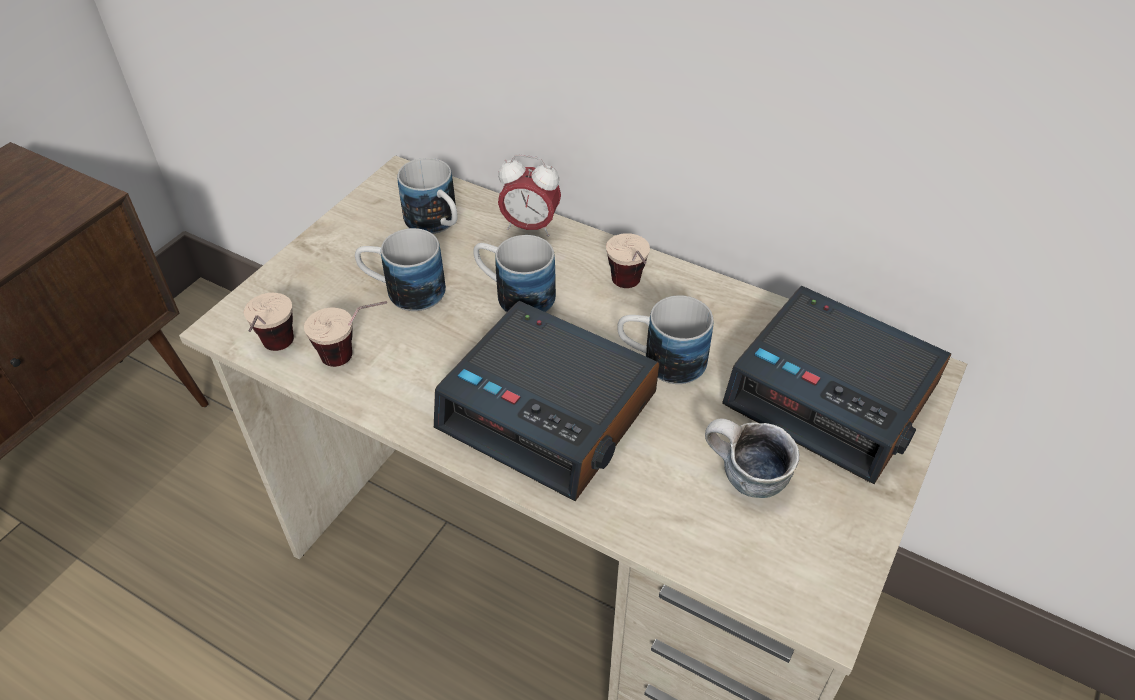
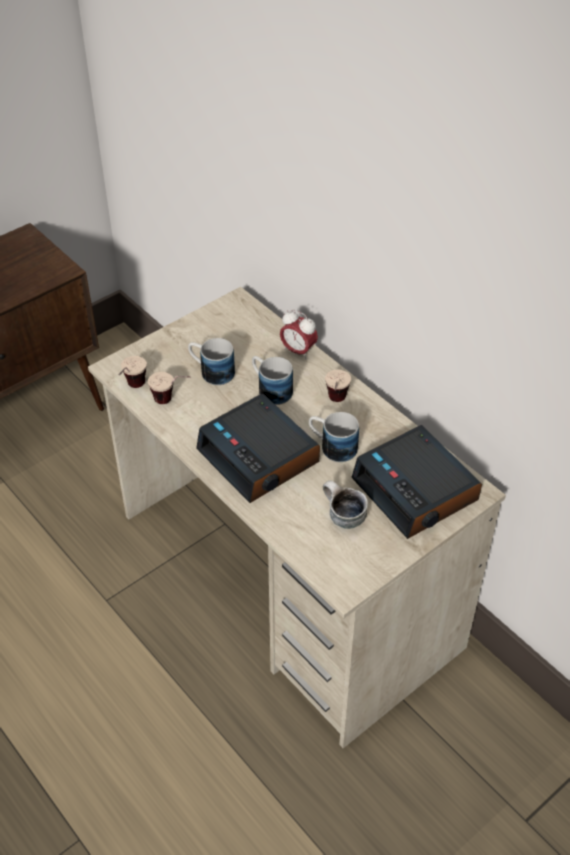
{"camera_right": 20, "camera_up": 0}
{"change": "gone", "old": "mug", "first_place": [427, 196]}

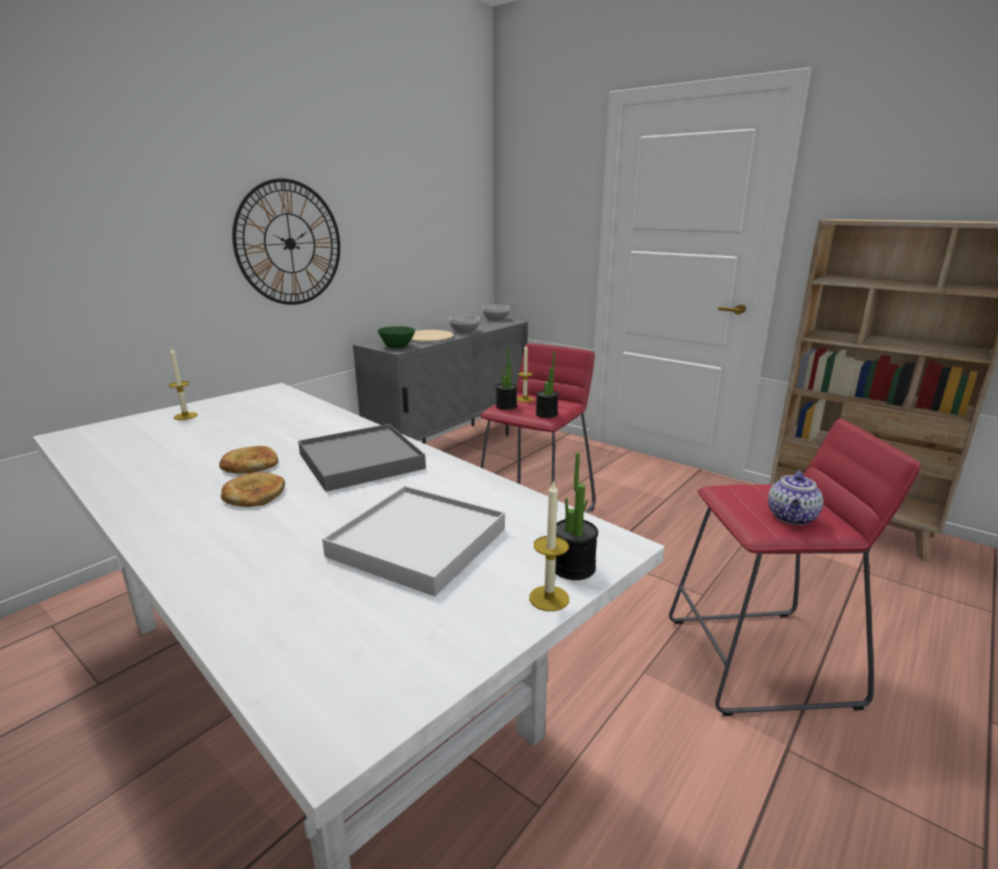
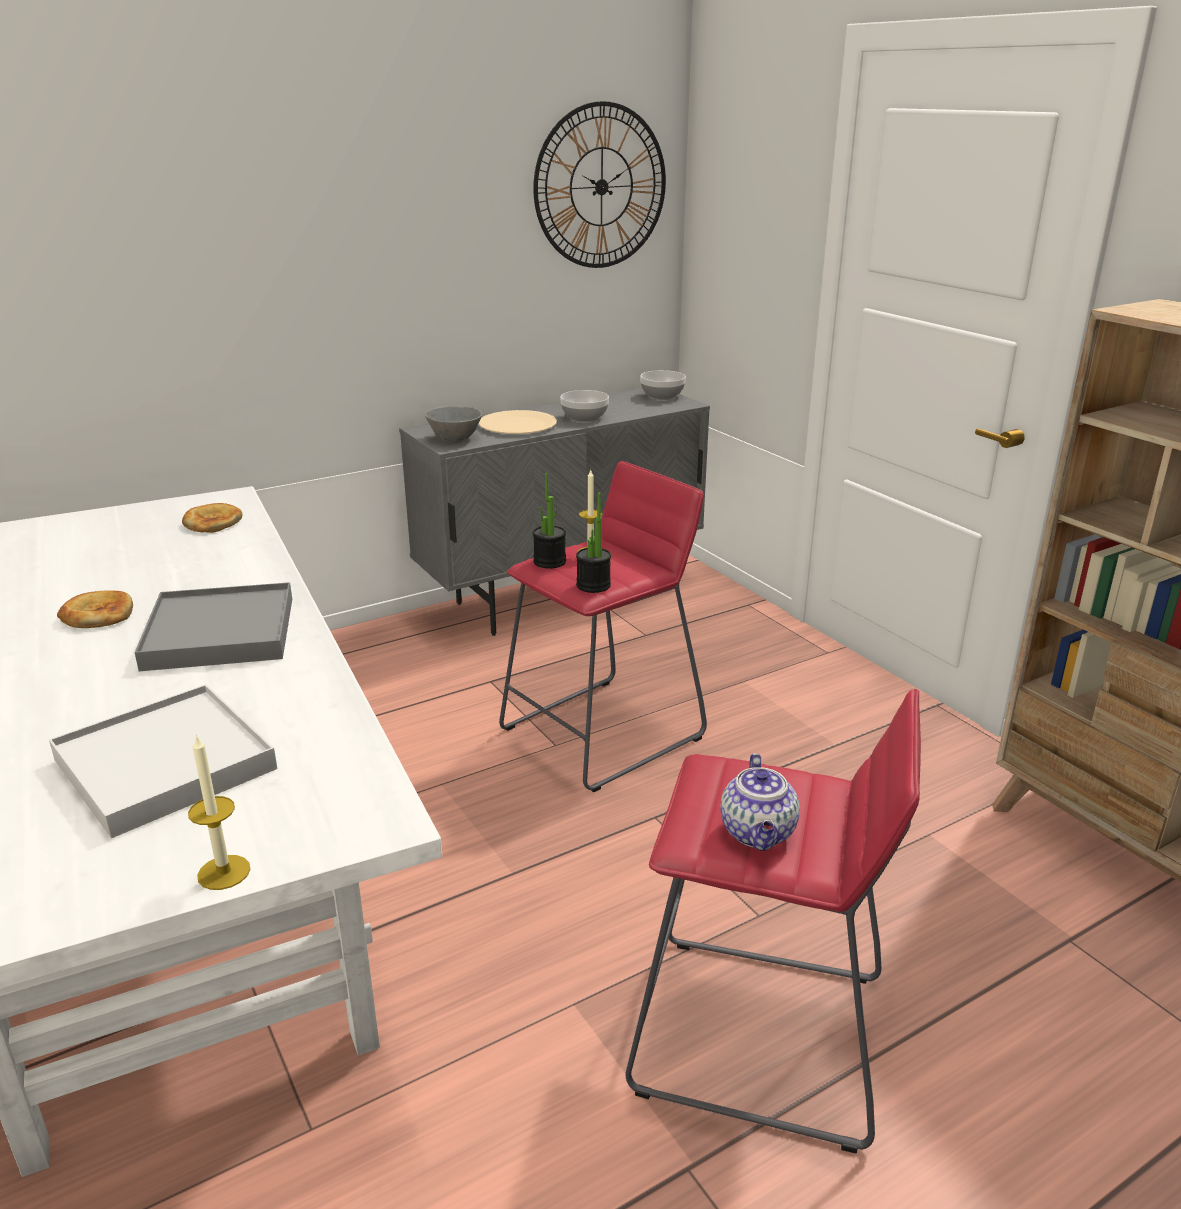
{"camera_right": 20, "camera_up": 5}
{"change": "shifted", "old": "bread", "first_place": [253, 489], "second_place": [212, 518]}
{"change": "repainted", "old": "green bowl", "new": "grey bowl", "first_place": [396, 337], "second_place": [453, 424]}
{"change": "shifted", "old": "wall clock", "first_place": [286, 241], "second_place": [599, 184]}
{"change": "rotated", "old": "teapot", "first_place": [796, 497], "second_place": [760, 802], "degrees": -45}
{"change": "gone", "old": "candle", "first_place": [183, 383]}
{"change": "gone", "old": "potted plant", "first_place": [576, 516]}

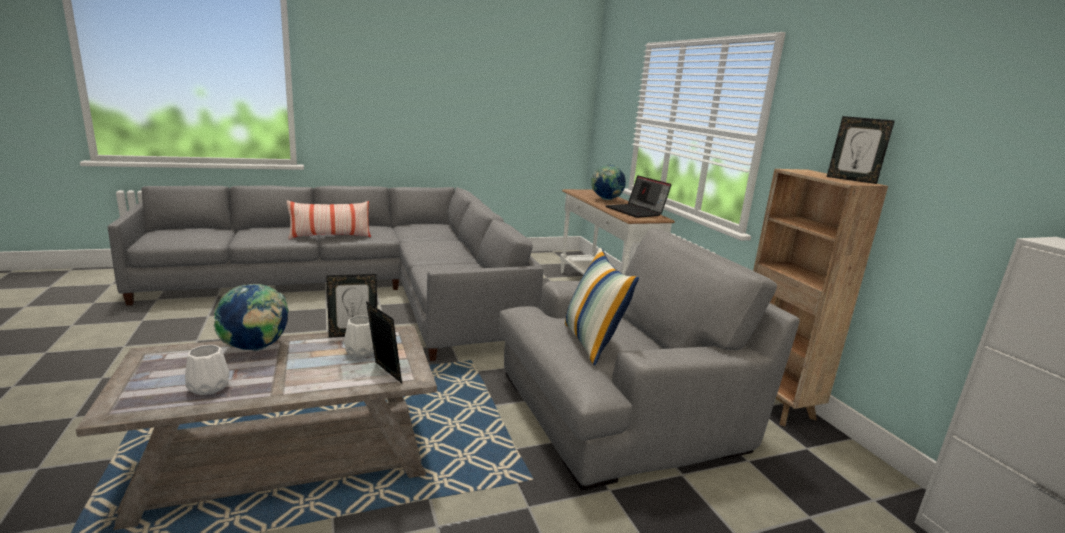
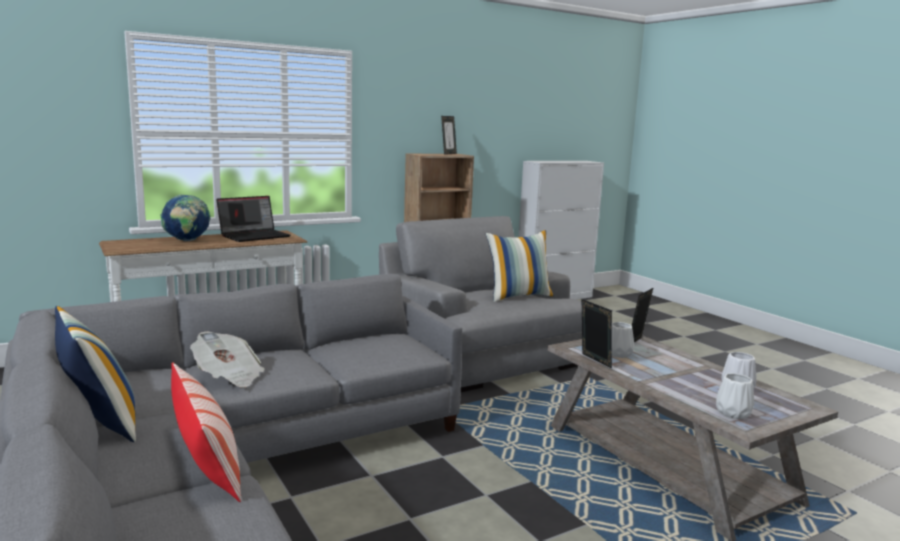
{"camera_right": -100, "camera_up": -5}
{"change": "new", "new": "pillow", "second_place": [95, 374]}
{"change": "new", "new": "newspaper", "second_place": [227, 359]}
{"change": "new", "new": "white vase", "second_place": [735, 396]}
{"change": "gone", "old": "globe", "first_place": [251, 317]}

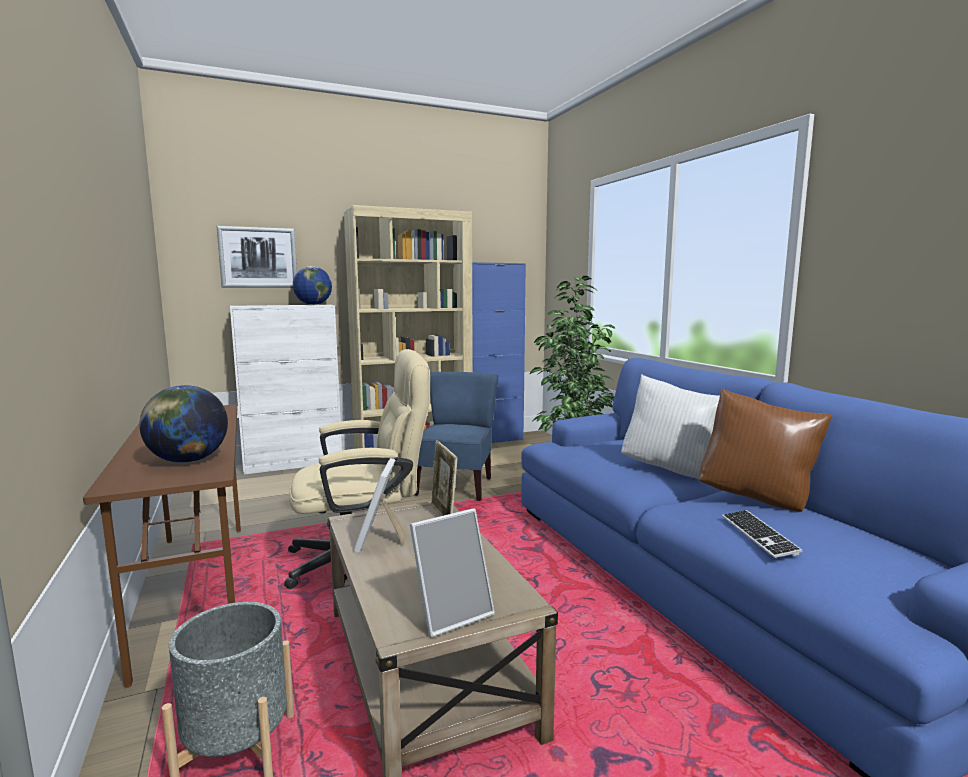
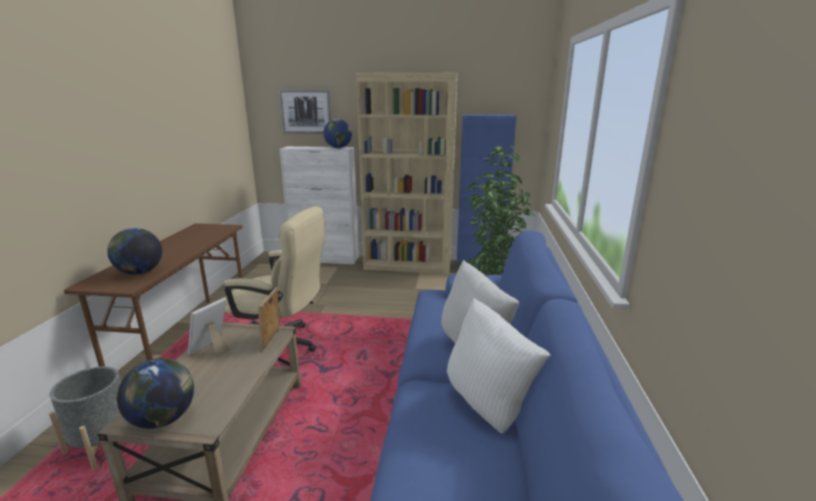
{"camera_right": 30, "camera_up": 10}
{"change": "swapped", "old": "picture frame", "new": "globe", "first_place": [452, 573], "second_place": [155, 393]}
{"change": "repainted", "old": "brown pillow", "new": "white pillow", "first_place": [765, 450], "second_place": [498, 366]}
{"change": "gone", "old": "blue chair", "first_place": [457, 436]}
{"change": "gone", "old": "keyboard", "first_place": [762, 534]}

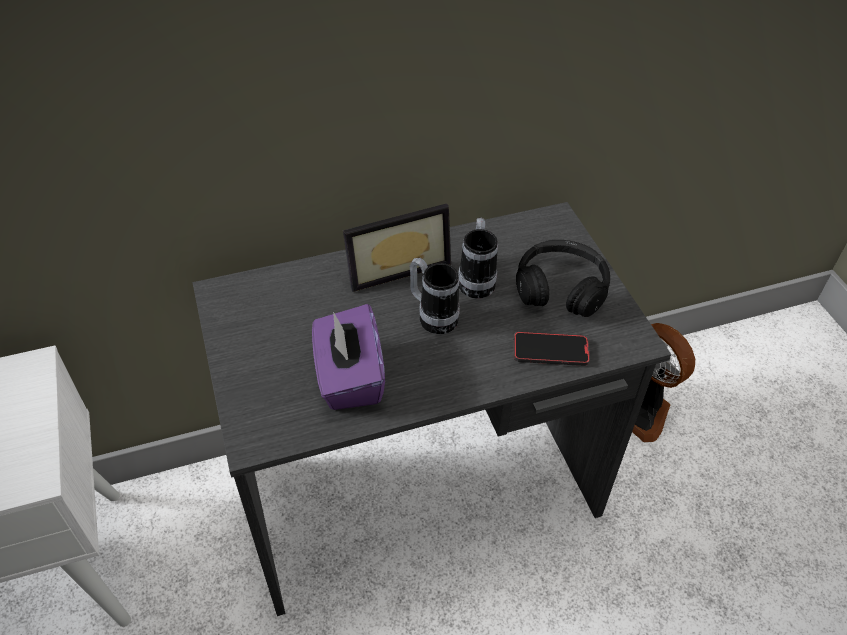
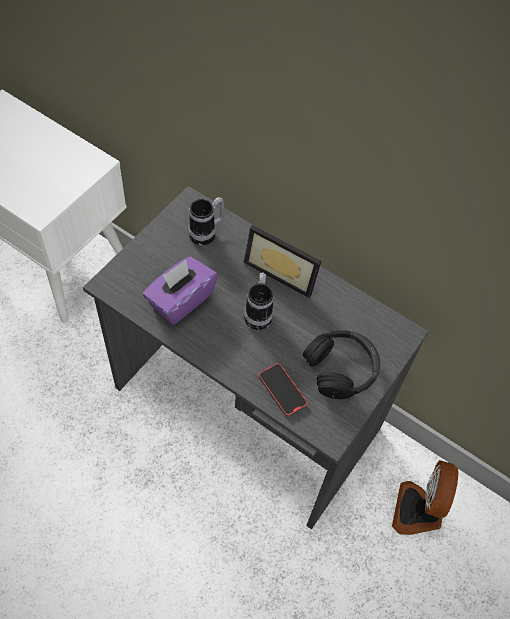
{"camera_right": 50, "camera_up": 10}
{"change": "shifted", "old": "mug", "first_place": [478, 258], "second_place": [207, 221]}

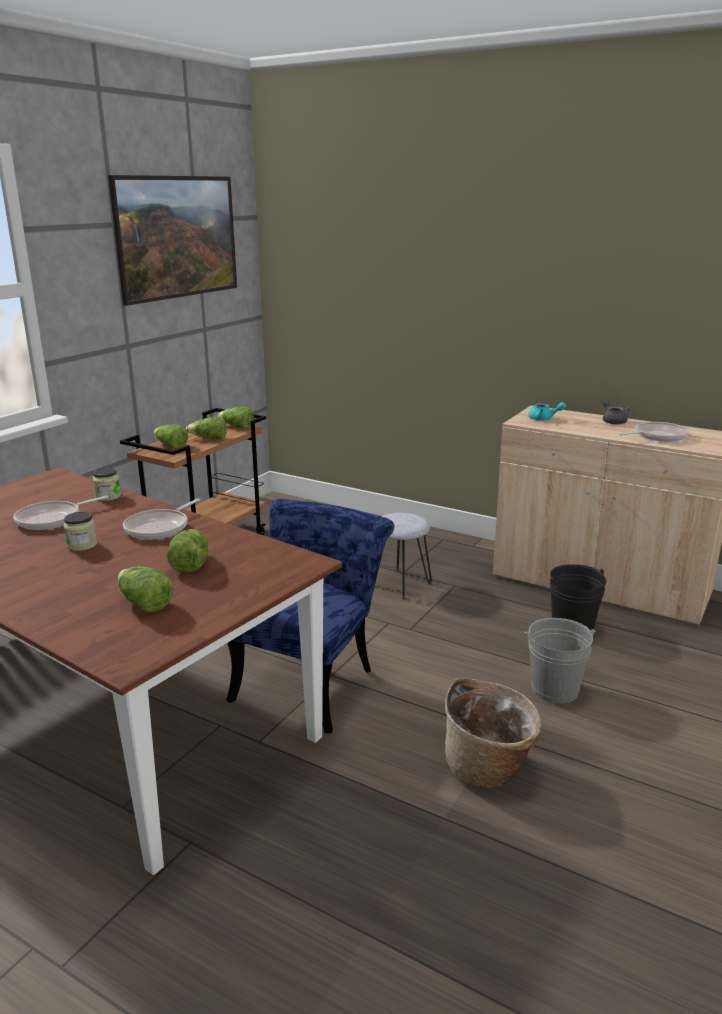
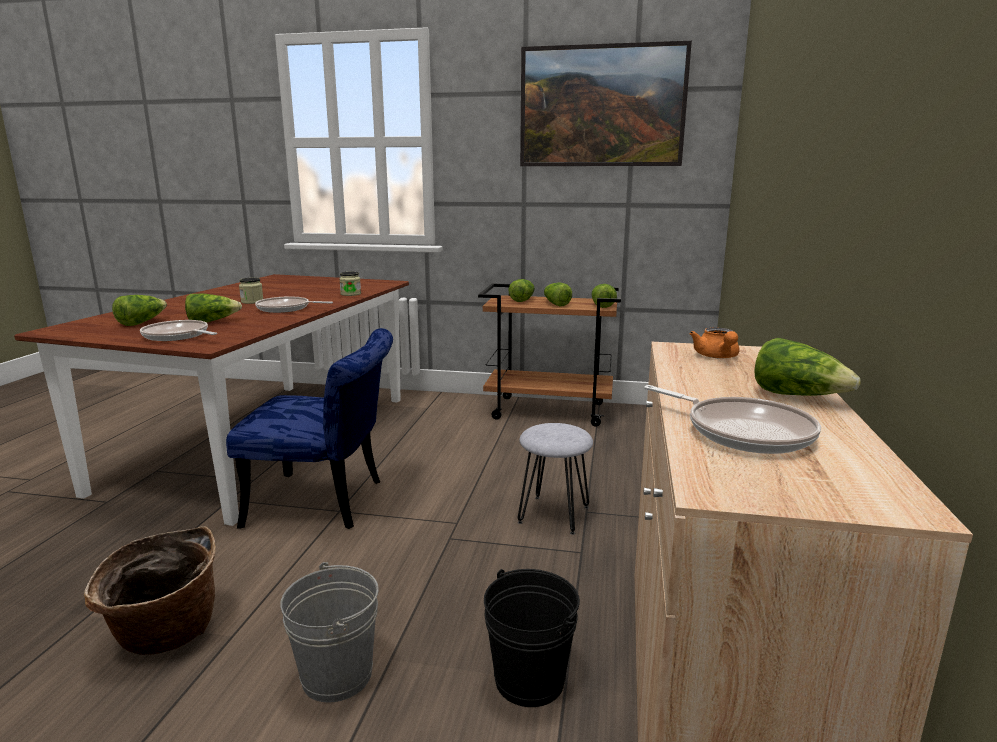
{"camera_right": 70, "camera_up": -5}
{"change": "shifted", "old": "frying pan", "first_place": [61, 513], "second_place": [178, 330]}
{"change": "repainted", "old": "turquoise teapot", "new": "orange teapot", "first_place": [547, 411], "second_place": [715, 343]}
{"change": "swapped", "old": "grey teapot", "new": "lettuce", "first_place": [616, 411], "second_place": [807, 367]}

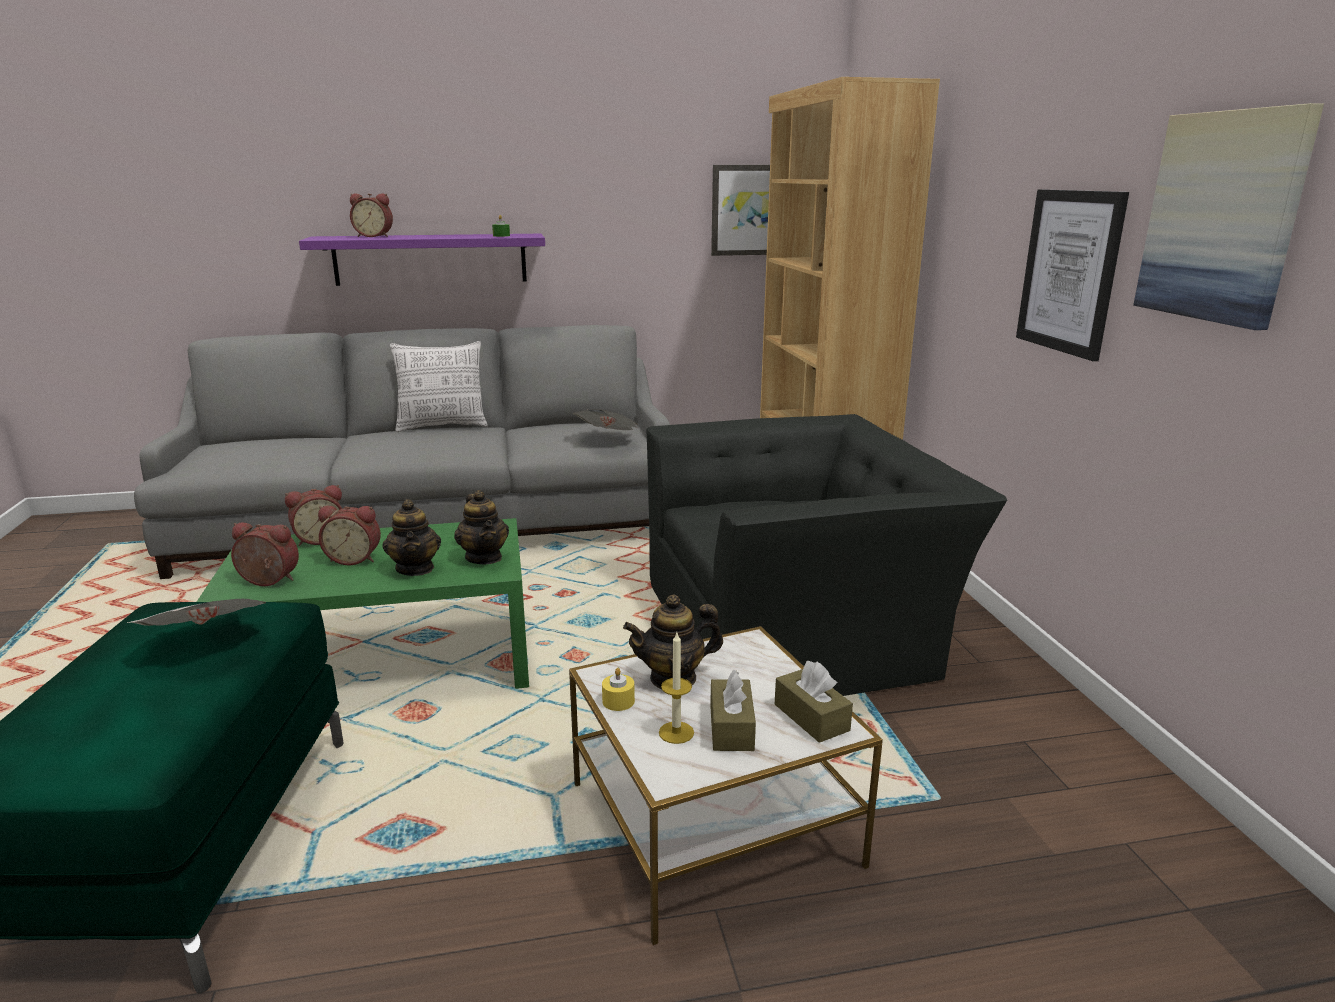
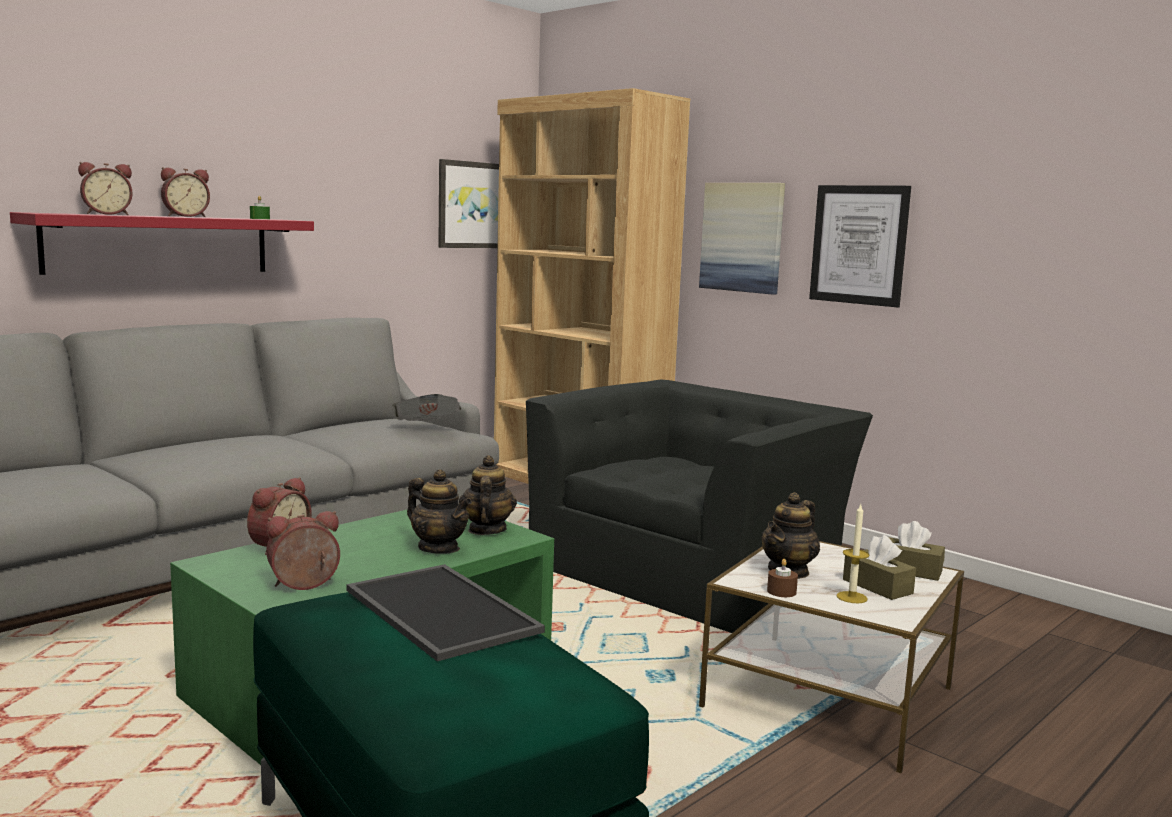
{"camera_right": -35, "camera_up": -10}
{"change": "repainted", "old": "purple shelf", "new": "red shelf", "first_place": [422, 260], "second_place": [162, 243]}
{"change": "shifted", "old": "alarm clock", "first_place": [349, 535], "second_place": [185, 192]}
{"change": "swapped", "old": "newspaper", "new": "tray", "first_place": [196, 612], "second_place": [445, 612]}
{"change": "rotated", "old": "teapot", "first_place": [481, 527], "second_place": [488, 495], "degrees": -120}
{"change": "shifted", "old": "picture", "first_place": [1228, 216], "second_place": [742, 239]}
{"change": "repainted", "old": "yellow candle", "new": "brown candle", "first_place": [618, 689], "second_place": [782, 578]}
{"change": "gone", "old": "pillow", "first_place": [439, 386]}

